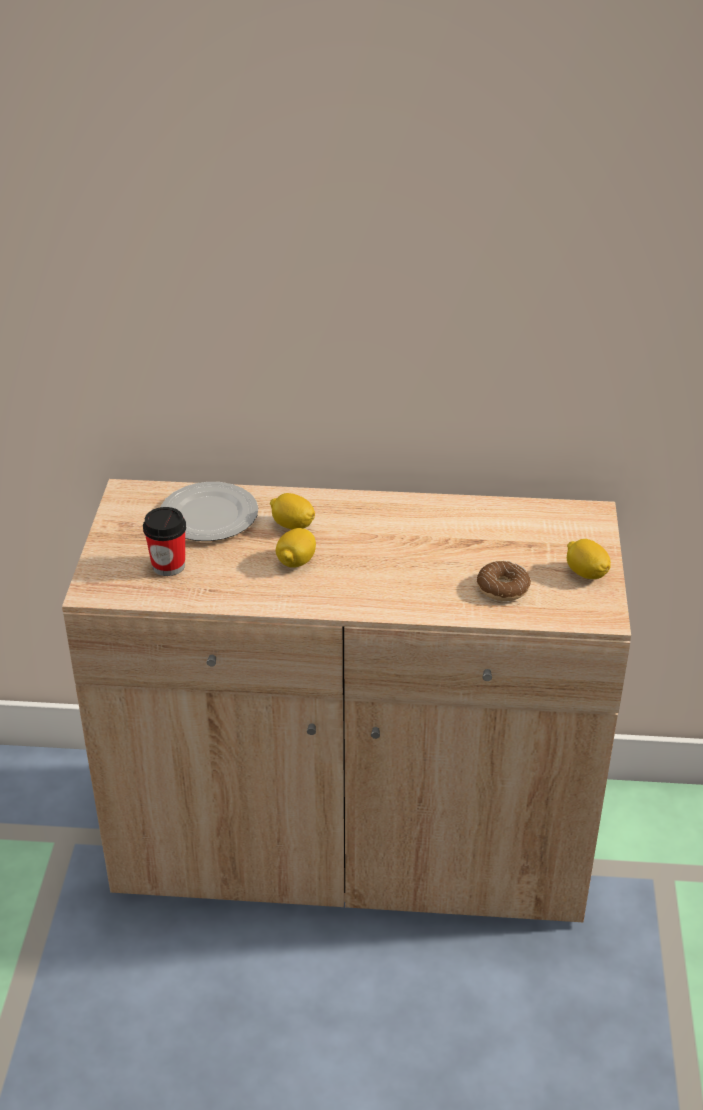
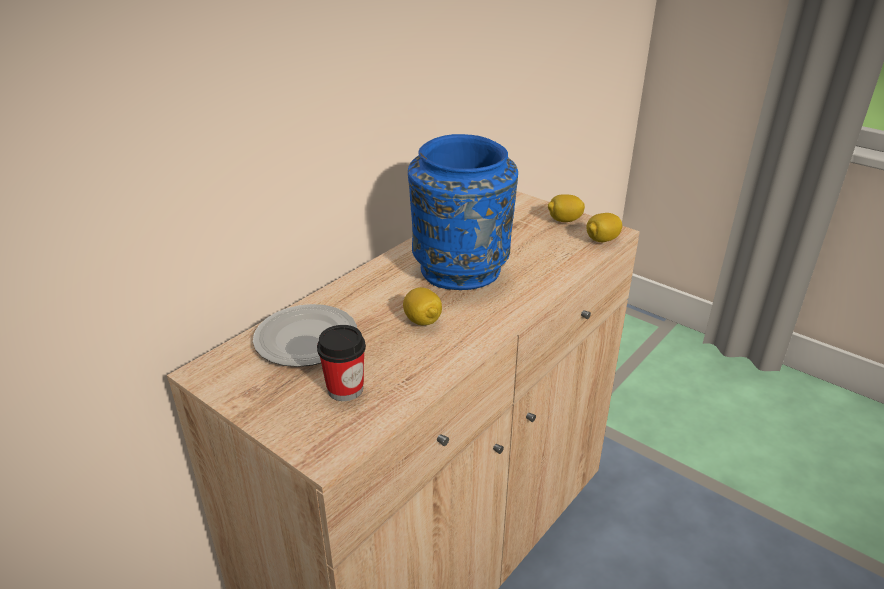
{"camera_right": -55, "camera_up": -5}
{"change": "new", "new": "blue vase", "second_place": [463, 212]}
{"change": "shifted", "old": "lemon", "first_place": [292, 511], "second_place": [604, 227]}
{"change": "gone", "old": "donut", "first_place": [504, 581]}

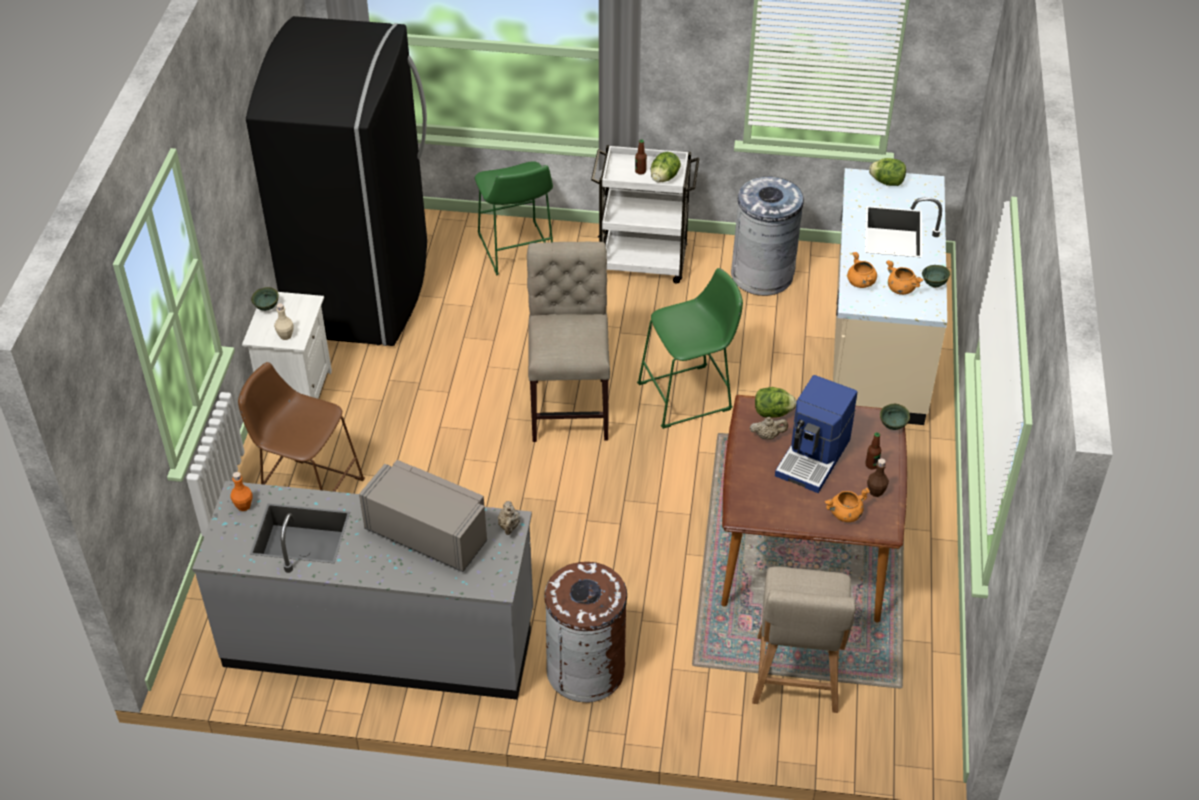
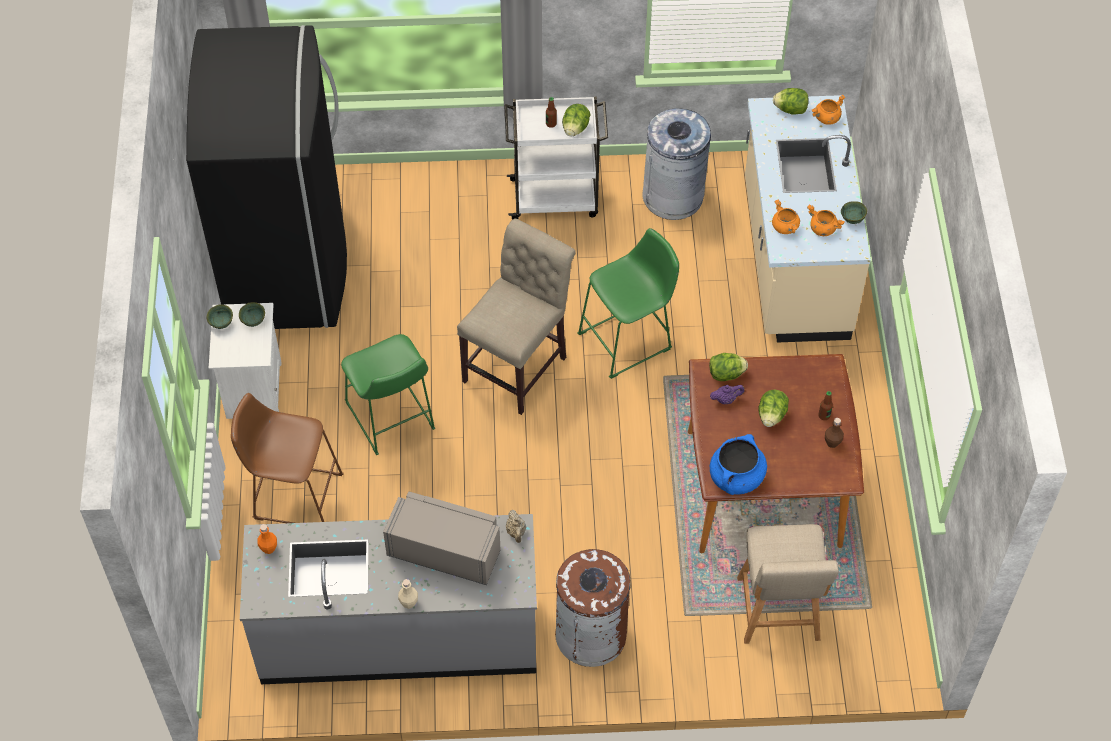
{"camera_right": -10, "camera_up": 10}
{"change": "shifted", "old": "green bowl", "first_place": [895, 417], "second_place": [252, 314]}
{"change": "shifted", "old": "green stool", "first_place": [514, 218], "second_place": [388, 394]}
{"change": "shifted", "old": "beige bottle", "first_place": [284, 321], "second_place": [408, 594]}
{"change": "rotated", "old": "beige chair", "first_place": [568, 342], "second_place": [516, 317], "degrees": 45}
{"change": "repainted", "old": "beige teapot", "new": "purple teapot", "first_place": [769, 428], "second_place": [727, 394]}
{"change": "new", "new": "blue cooking pot", "second_place": [738, 464]}
{"change": "swapped", "old": "coffee machine", "new": "lettuce", "first_place": [816, 434], "second_place": [773, 408]}
{"change": "shifted", "old": "orange cooking pot", "first_place": [847, 505], "second_place": [828, 109]}

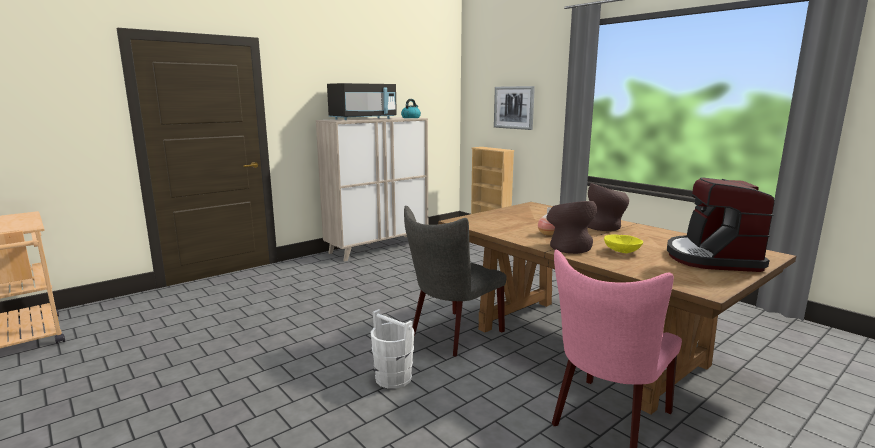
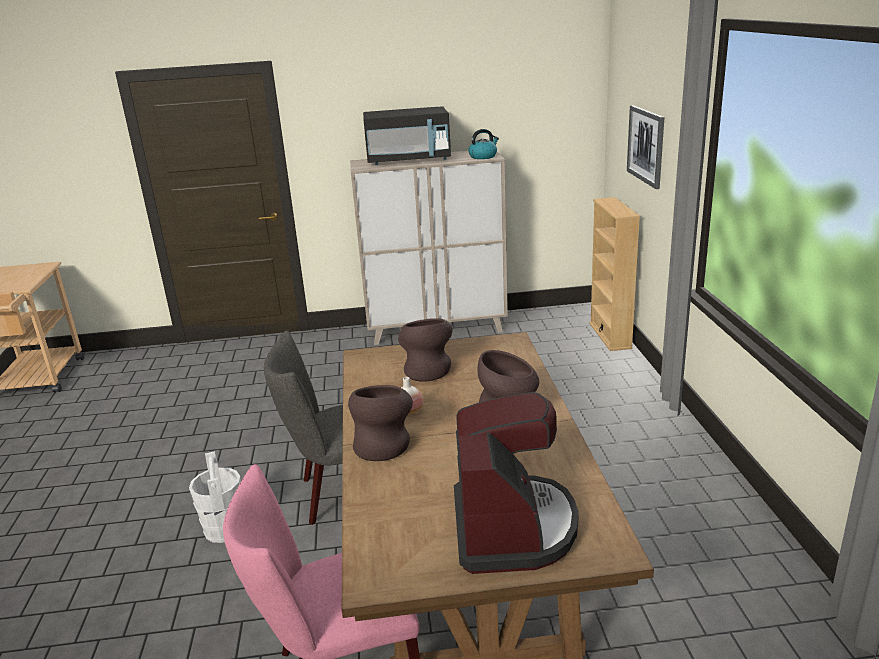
{"camera_right": 35, "camera_up": 10}
{"change": "new", "new": "brown vase", "second_place": [425, 350]}
{"change": "rotated", "old": "coffee machine", "first_place": [721, 225], "second_place": [516, 483], "degrees": 135}
{"change": "gone", "old": "yellow bowl", "first_place": [623, 244]}

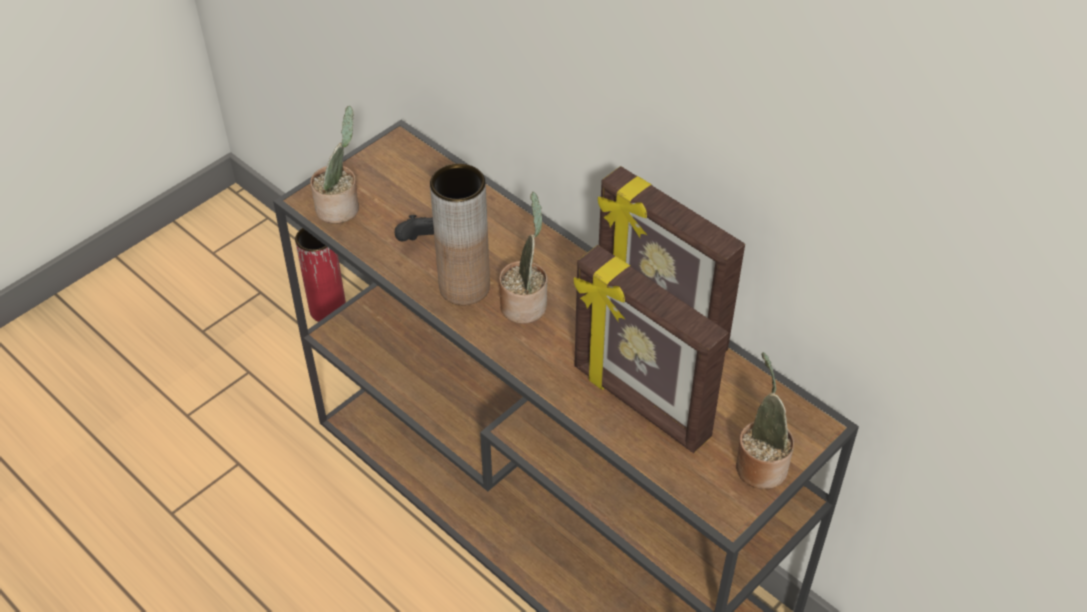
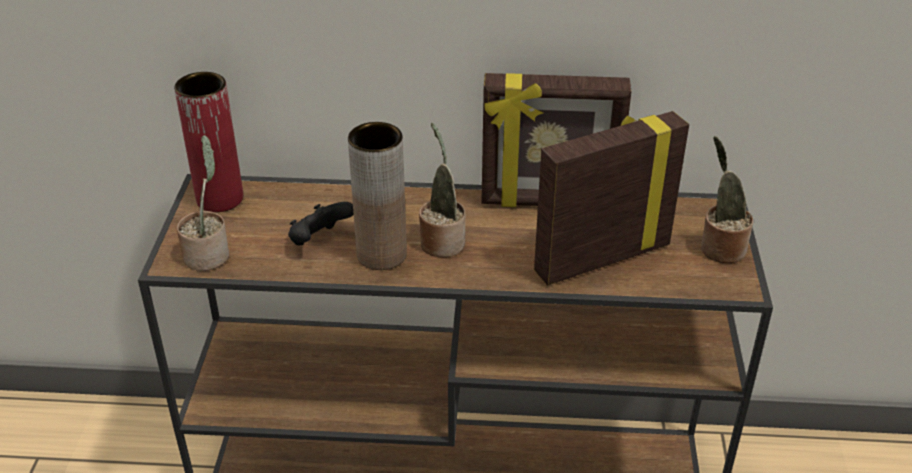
{"camera_right": -40, "camera_up": -10}
{"change": "shifted", "old": "red vase", "first_place": [320, 275], "second_place": [208, 142]}
{"change": "rotated", "old": "picture frame", "first_place": [651, 349], "second_place": [611, 198], "degrees": 150}

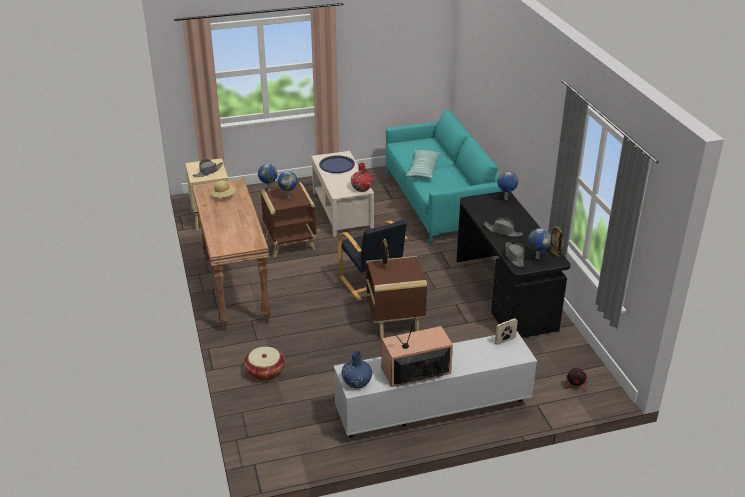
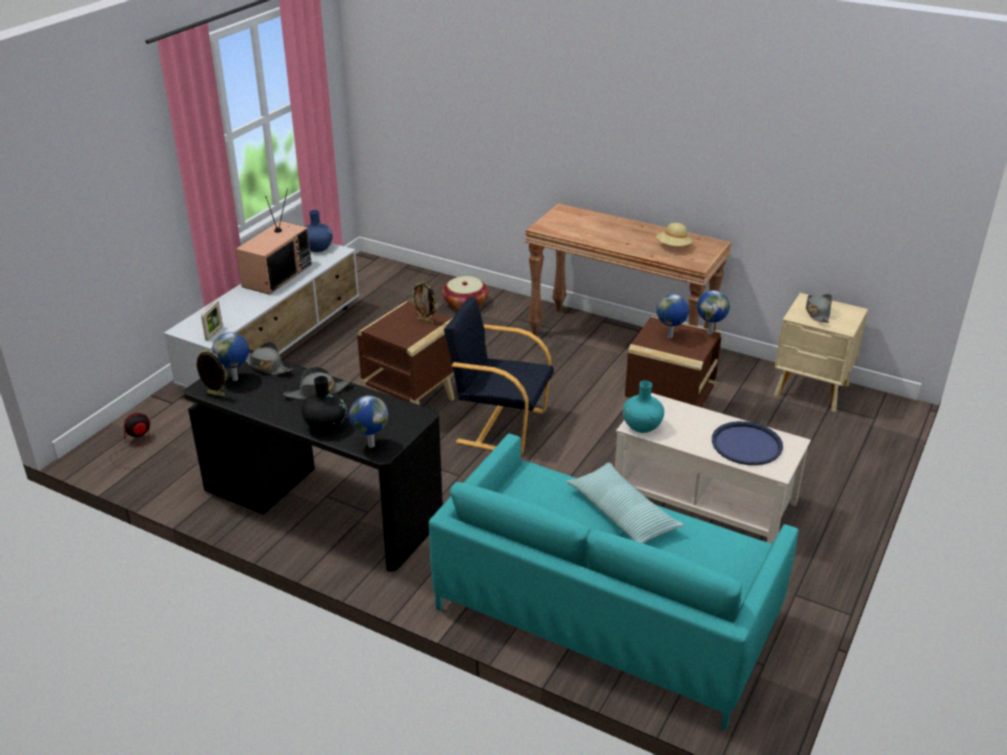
{"camera_right": 135, "camera_up": 0}
{"change": "new", "new": "black vase", "second_place": [324, 404]}
{"change": "repainted", "old": "red vase", "new": "turquoise vase", "first_place": [362, 177], "second_place": [643, 407]}

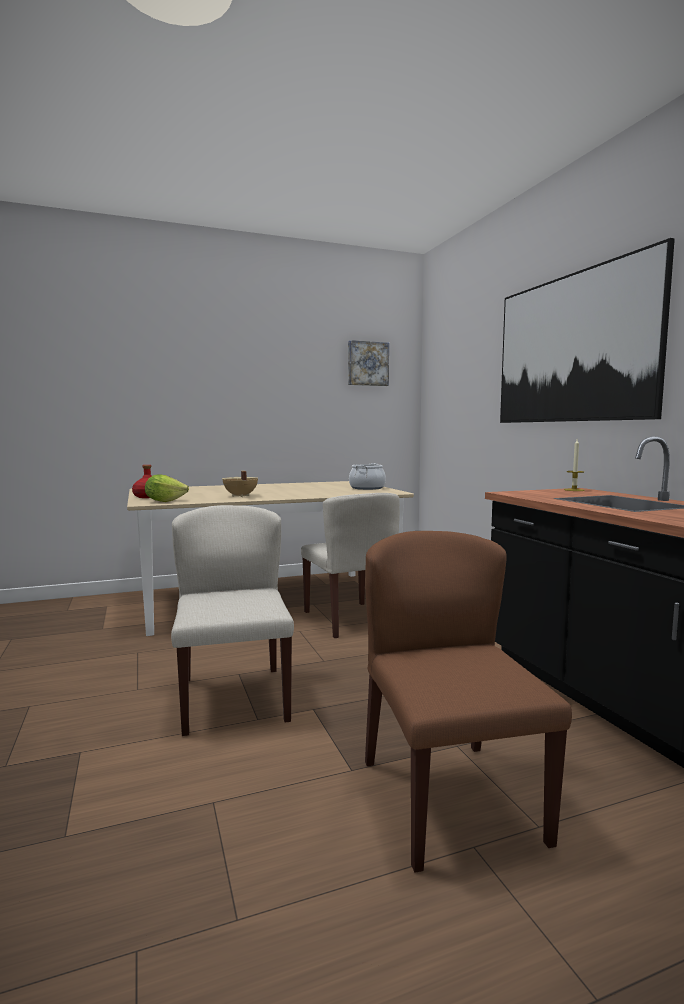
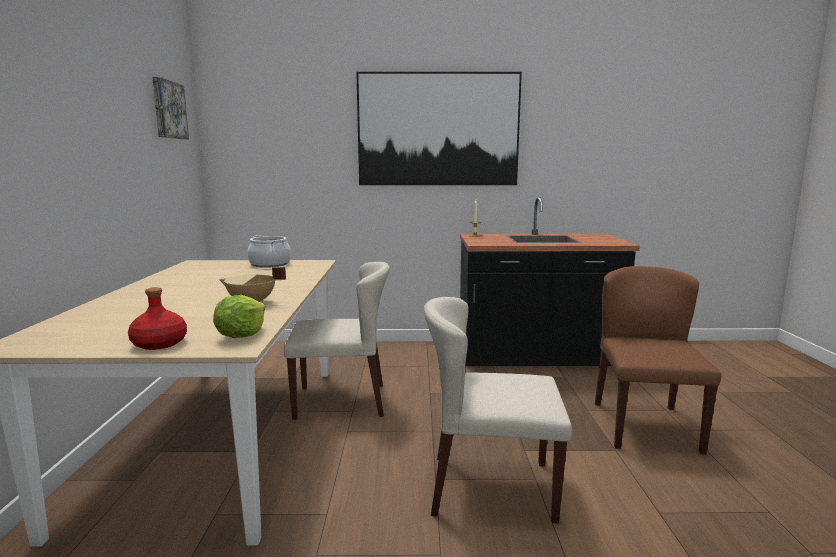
{"camera_right": -70, "camera_up": 5}
{"change": "rotated", "old": "brown chair", "first_place": [468, 702], "second_place": [658, 360], "degrees": 90}

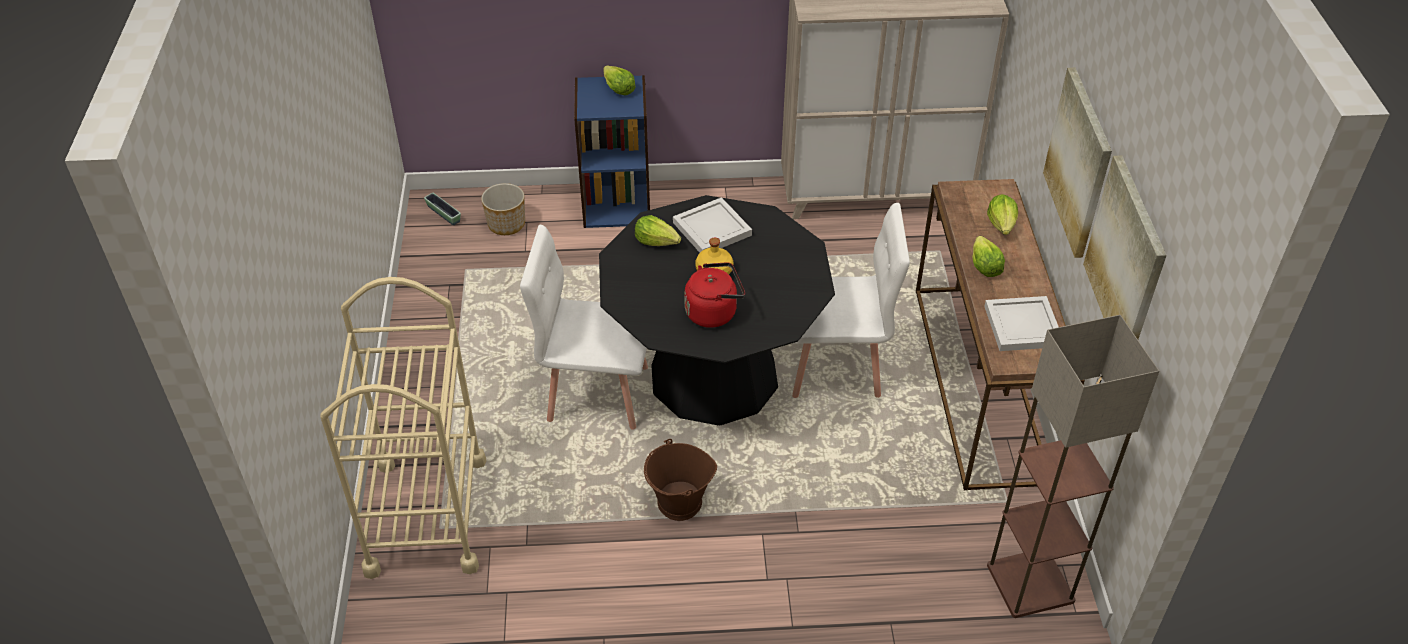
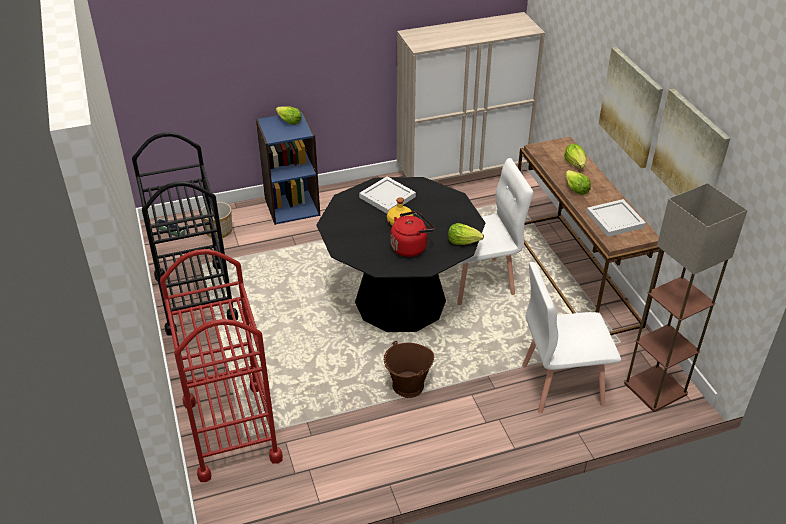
{"camera_right": -15, "camera_up": -5}
{"change": "new", "new": "black cart", "second_place": [185, 233]}
{"change": "repainted", "old": "beige cart", "new": "red cart", "first_place": [403, 428], "second_place": [221, 365]}
{"change": "shifted", "old": "lettuce", "first_place": [658, 230], "second_place": [466, 234]}
{"change": "shifted", "old": "white chair", "first_place": [584, 327], "second_place": [571, 338]}

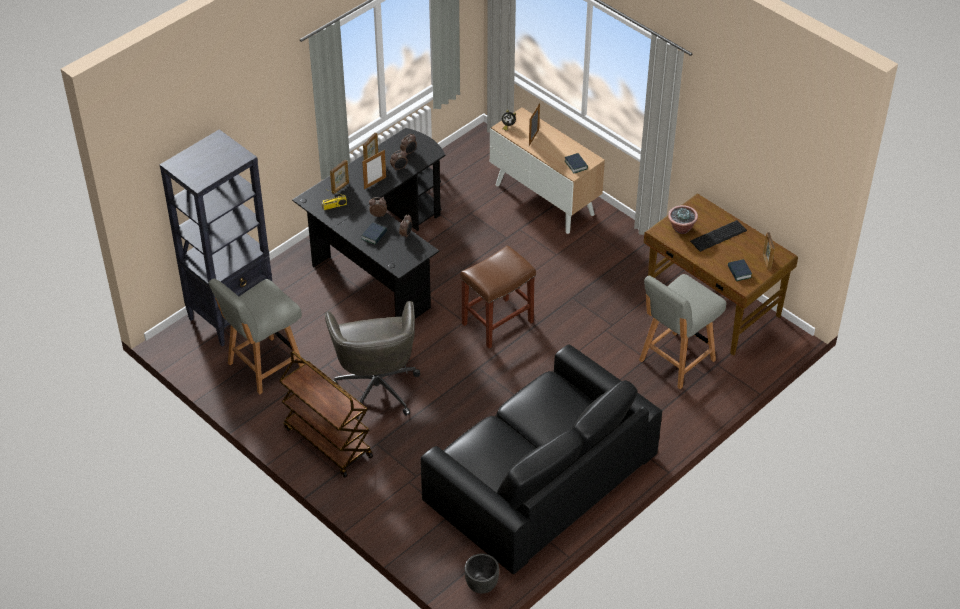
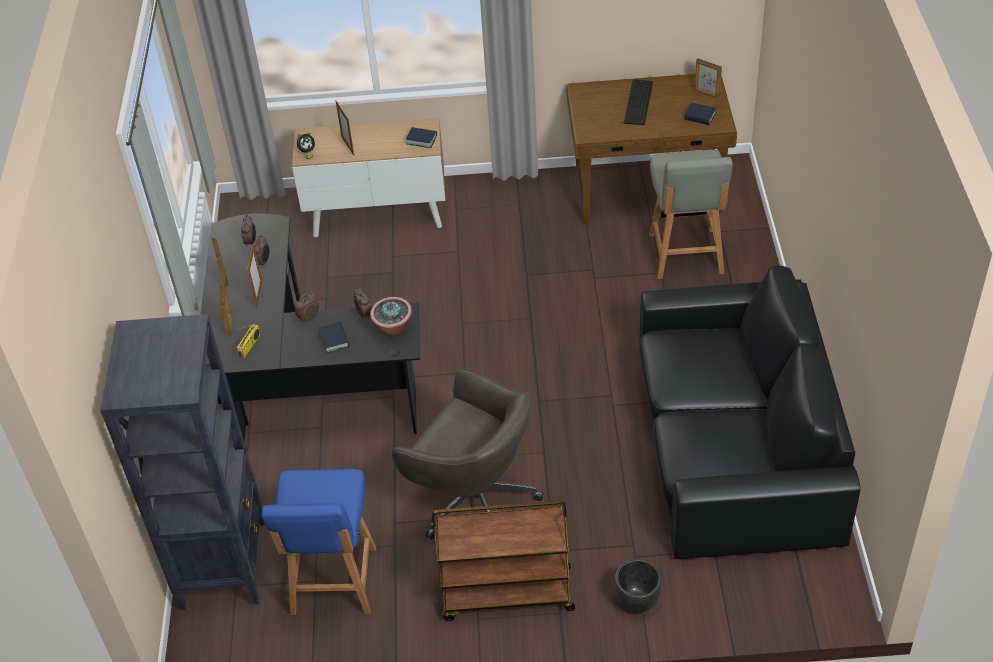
{"camera_right": -45, "camera_up": 0}
{"change": "repainted", "old": "grey chair", "new": "blue chair", "first_place": [256, 336], "second_place": [318, 542]}
{"change": "shifted", "old": "potted plant", "first_place": [683, 219], "second_place": [391, 317]}
{"change": "shifted", "old": "black planter", "first_place": [482, 573], "second_place": [638, 585]}
{"change": "gone", "old": "brown stool", "first_place": [498, 297]}

